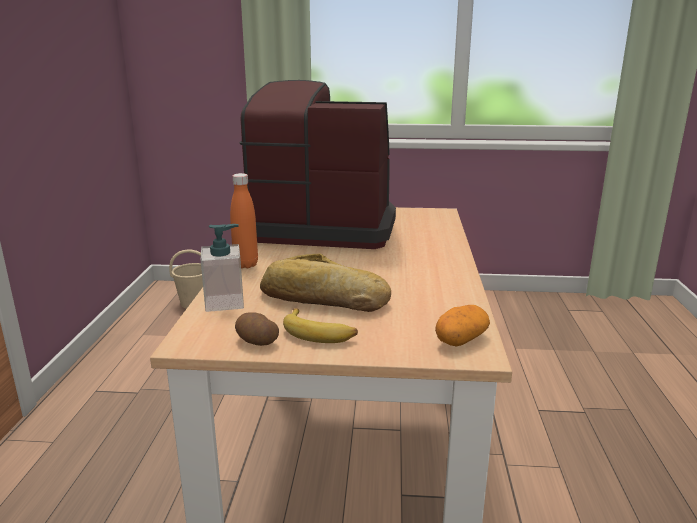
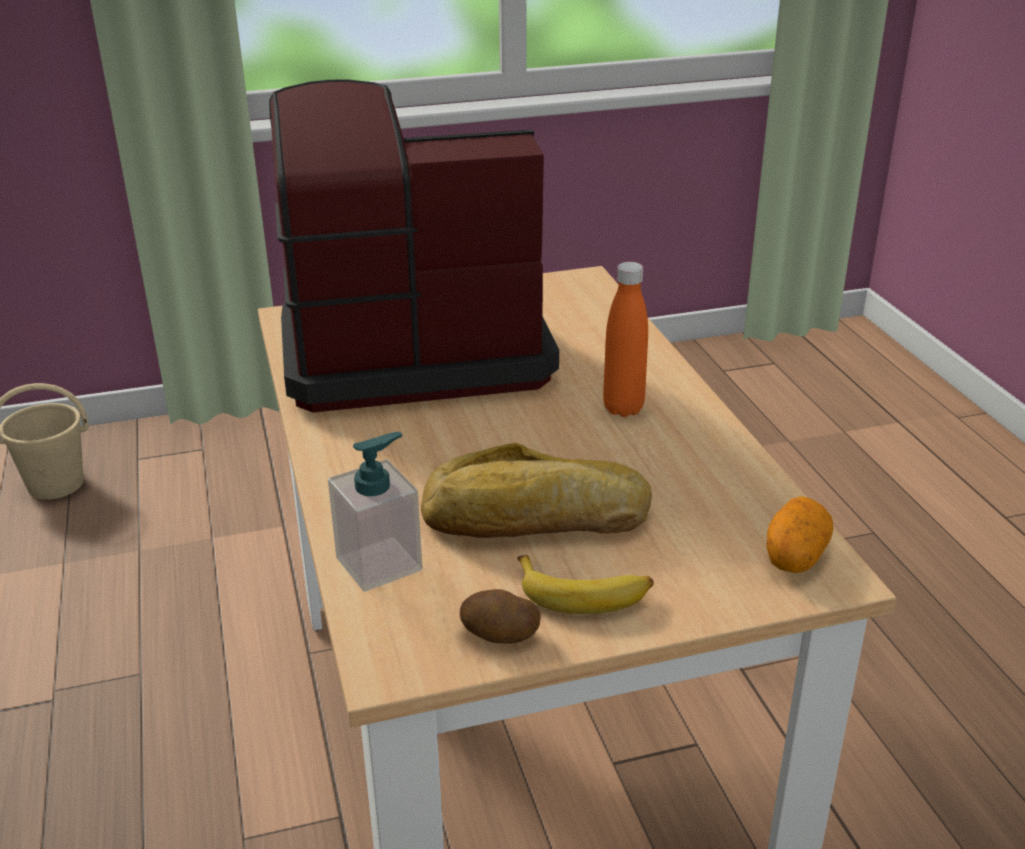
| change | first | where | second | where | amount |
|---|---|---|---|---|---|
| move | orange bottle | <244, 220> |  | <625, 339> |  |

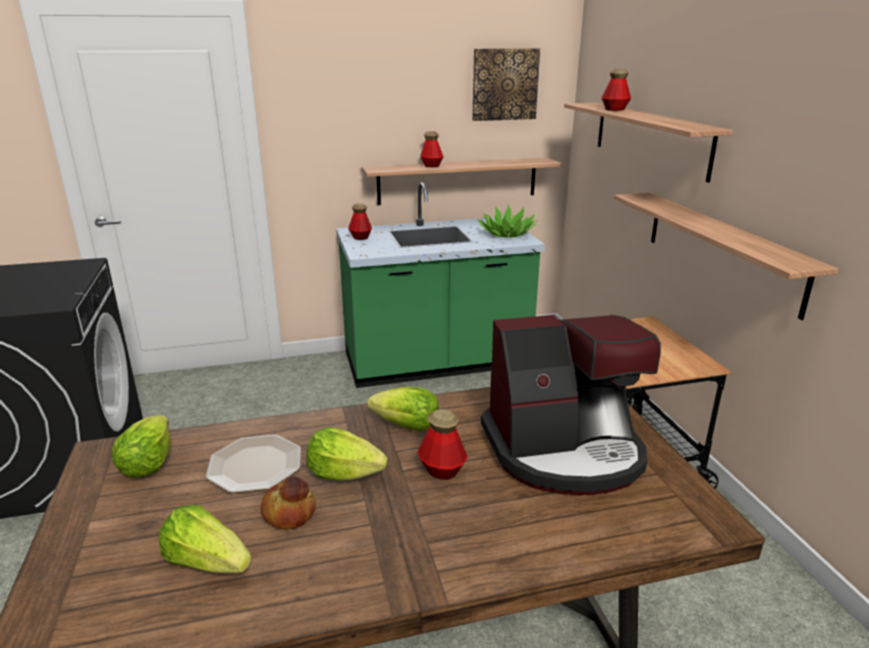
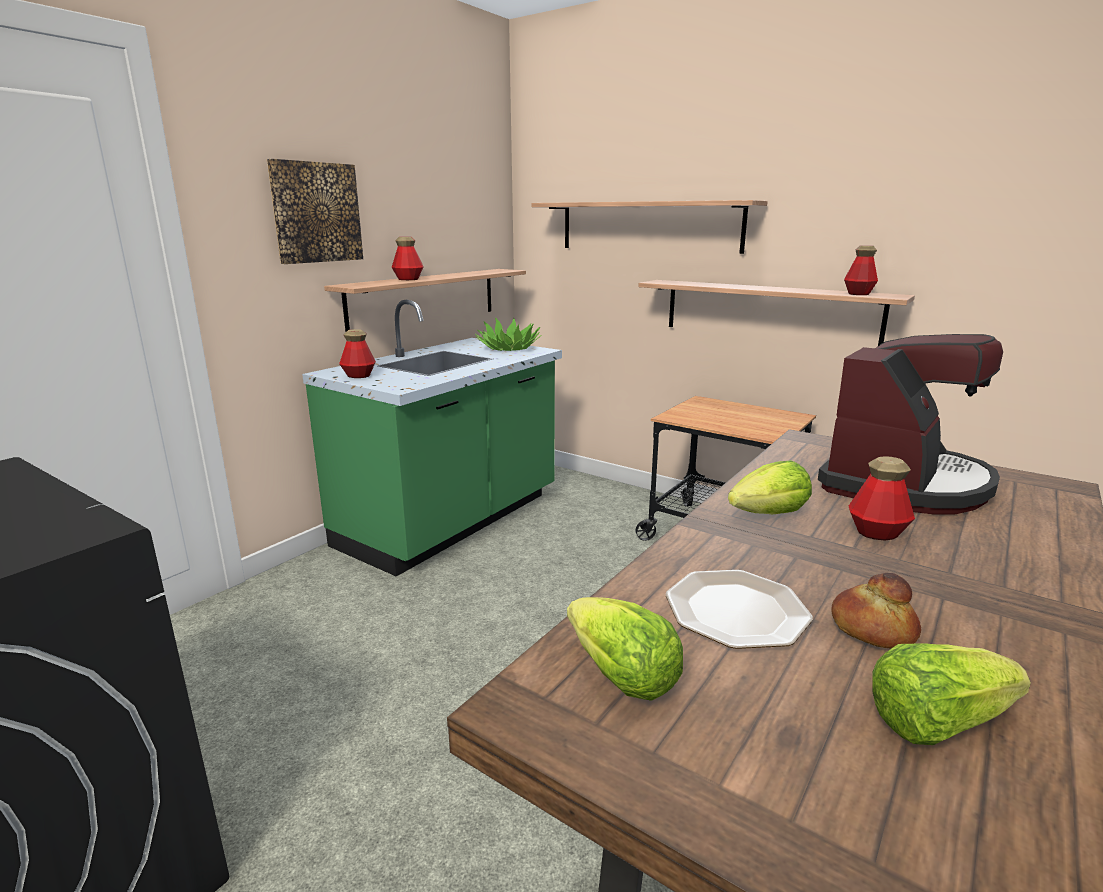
| change | first | where | second | where | amount |
|---|---|---|---|---|---|
| move | picture | <506, 84> |  | <315, 211> |  |
| move | bottle | <616, 90> |  | <861, 270> |  |
| delete | lettuce | <347, 454> |  |  |  |

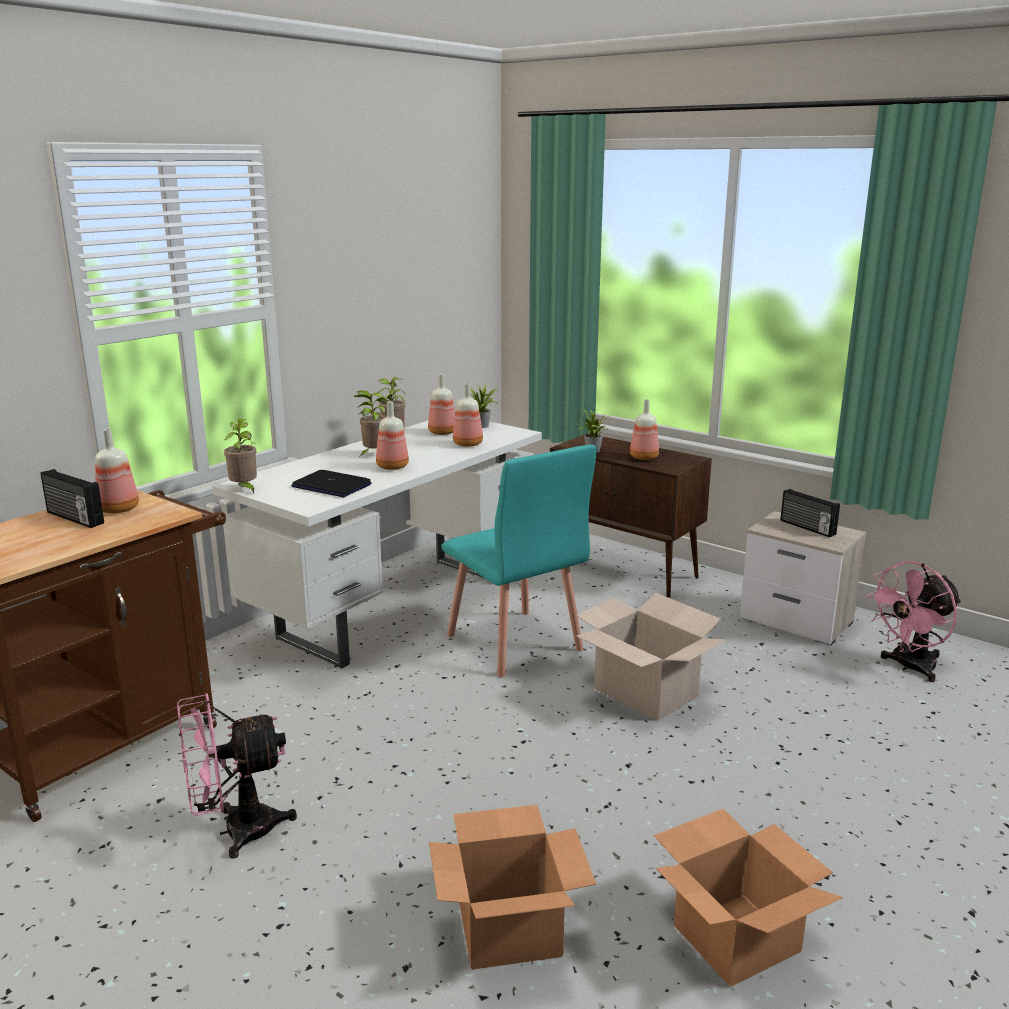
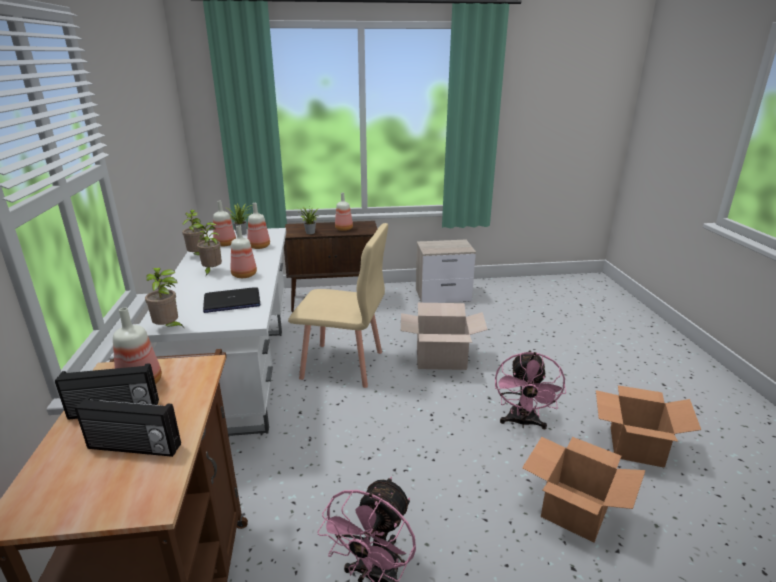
| change | first | where | second | where | amount |
|---|---|---|---|---|---|
| recolor | turquoise chair | <518, 561> | beige chair | <338, 305> |  |
| move | radio | <810, 513> |  | <128, 427> |  |
| move | pink fan | <914, 621> |  | <530, 389> |  |

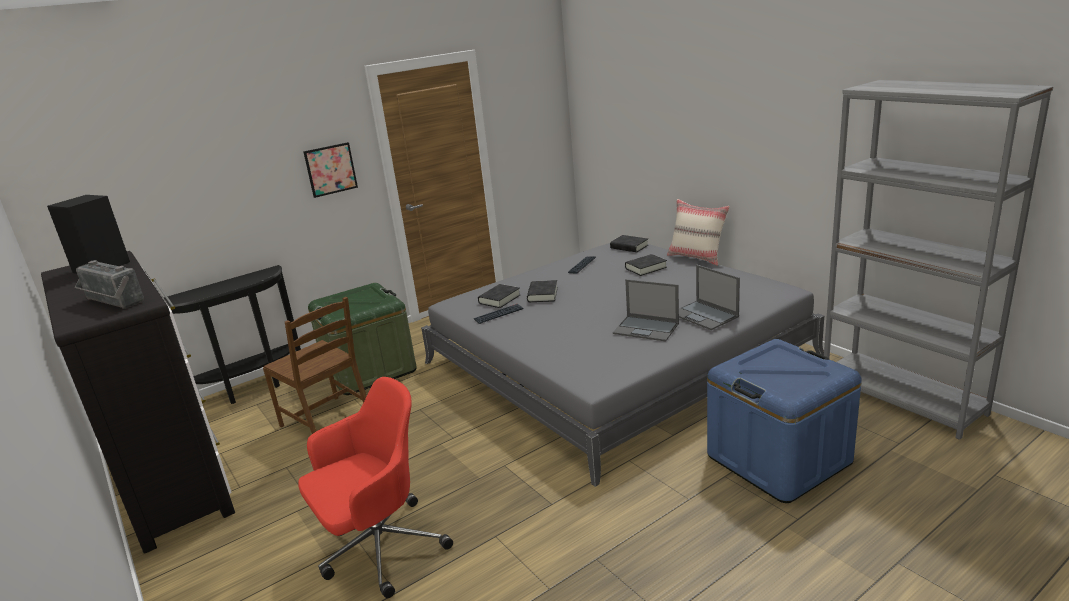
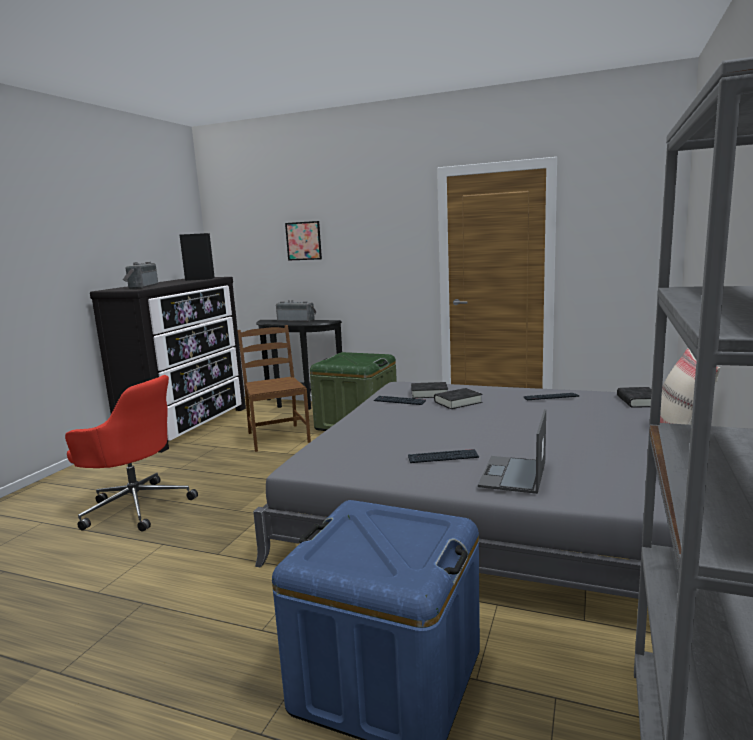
| change | first | where | second | where | amount |
|---|---|---|---|---|---|
| move | picture | <330, 170> |  | <303, 241> |  |
| delete | black book | <646, 265> |  |  |  |
| replace | laptop | <646, 310> | keyboard | <443, 456> |  |
| rotate | brown chair | <315, 365> |  | <274, 388> | 150 degrees clockwise |
| insert |  |  | radio | <296, 311> |  |

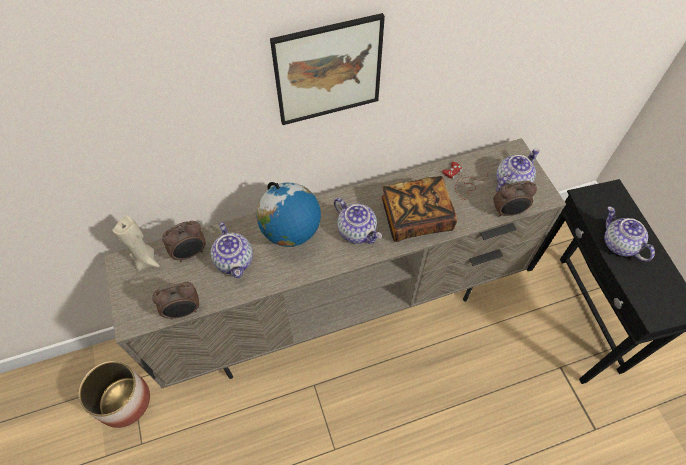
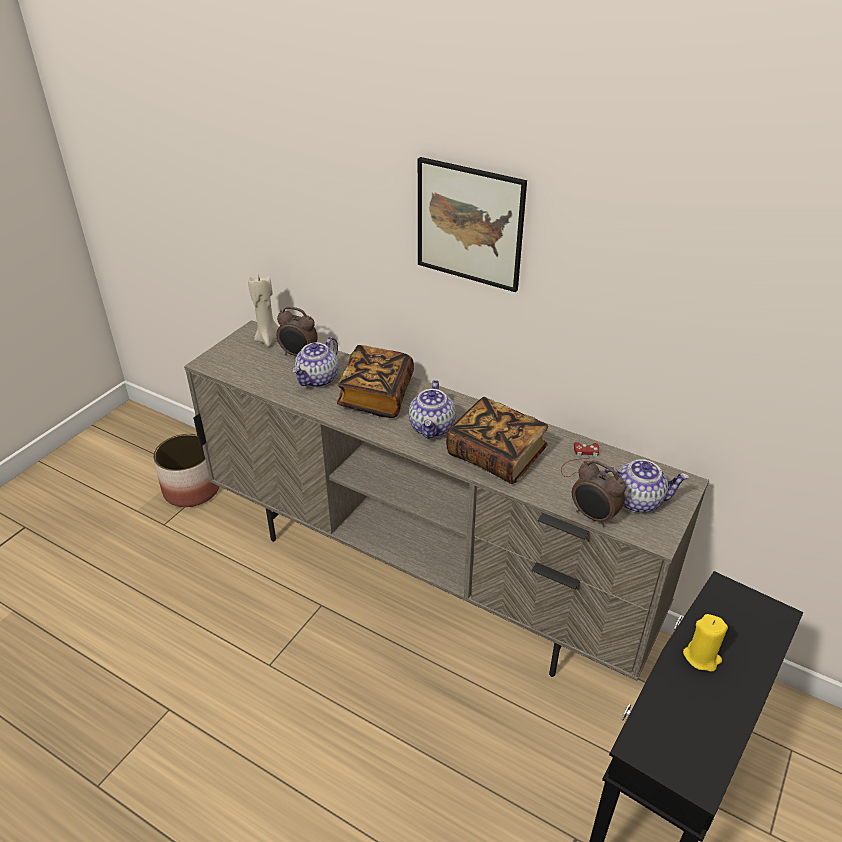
| change | first | where | second | where | amount |
|---|---|---|---|---|---|
| replace | globe | <288, 214> | book | <375, 381> |  |
| replace | teapot | <629, 234> | yellow candle | <705, 642> |  |
| delete | alarm clock | <175, 301> |  |  |  |

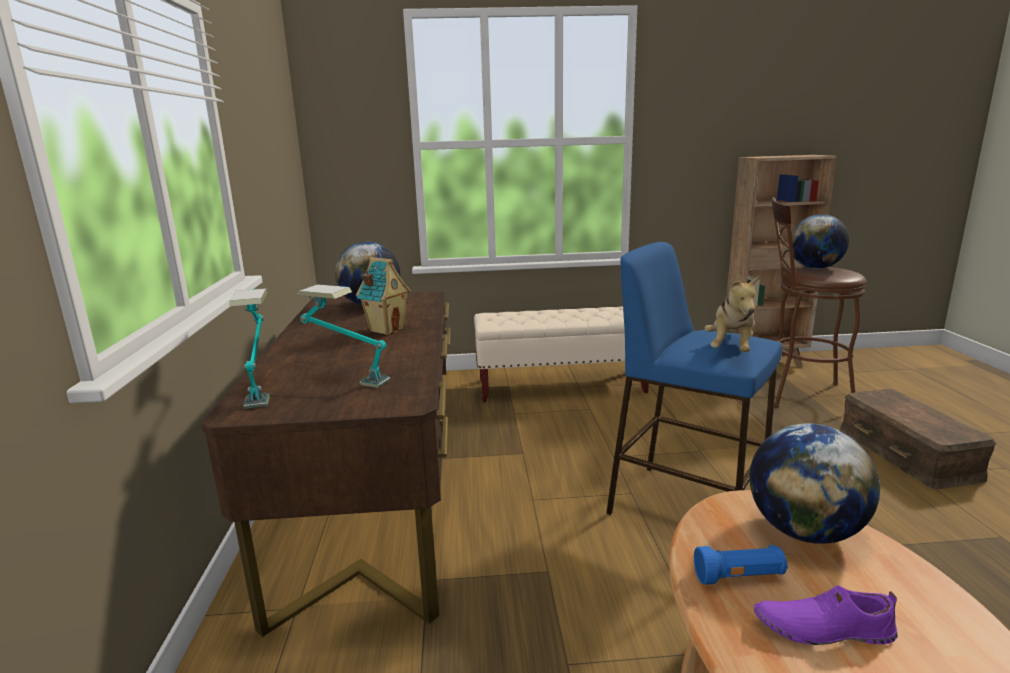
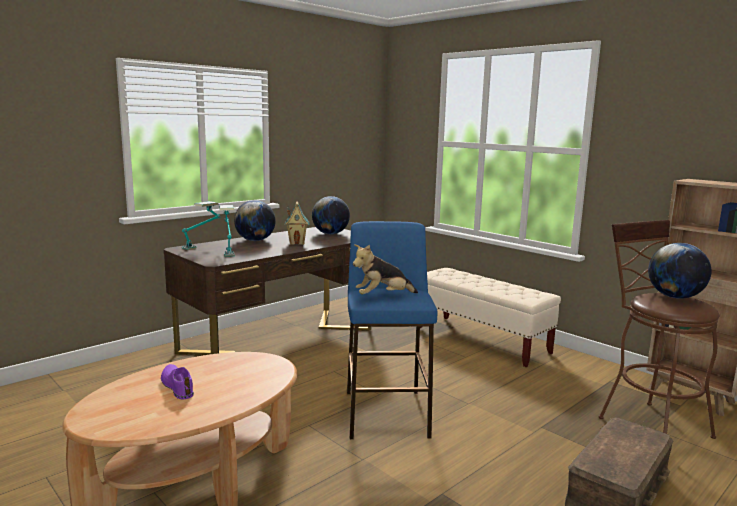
| change | first | where | second | where | amount |
|---|---|---|---|---|---|
| move | globe | <814, 483> |  | <255, 220> |  |
| delete | blue flashlight | <741, 565> |  |  |  |

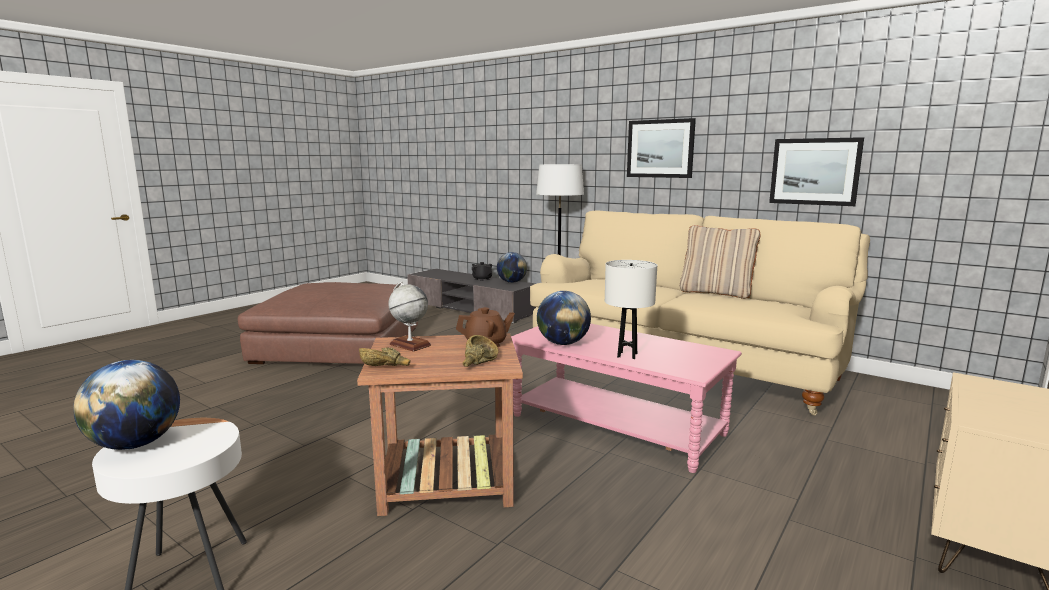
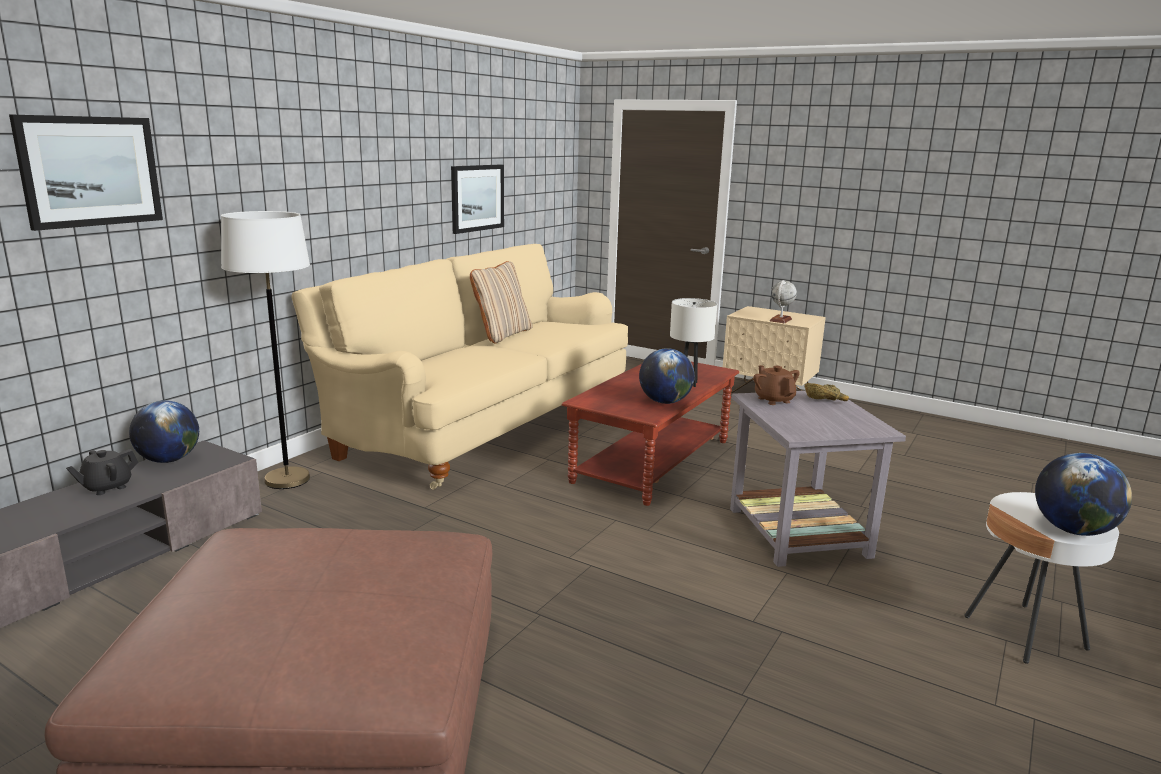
| change | first | where | second | where | amount |
|---|---|---|---|---|---|
| move | picture | <661, 148> |  | <86, 172> |  |
| move | globe | <409, 317> |  | <783, 302> |  |
| recolor | pink coffee table | <626, 398> | brown coffee table | <650, 434> |  |
| recolor | brown side table | <440, 424> | grey side table | <818, 479> |  |
| delete | brown bowl | <385, 356> |  |  |  |

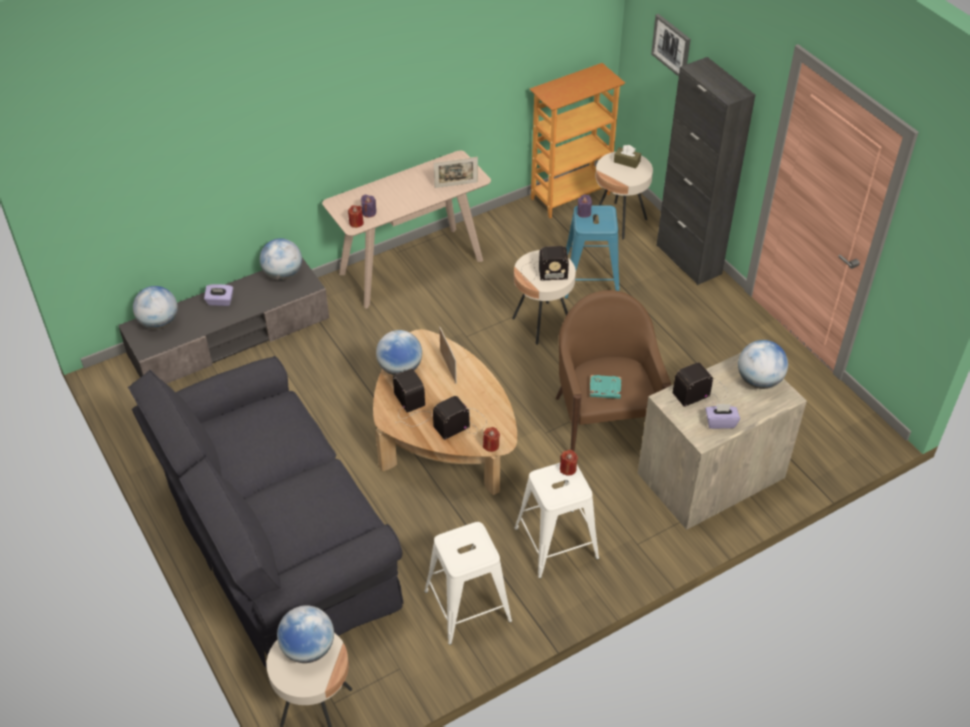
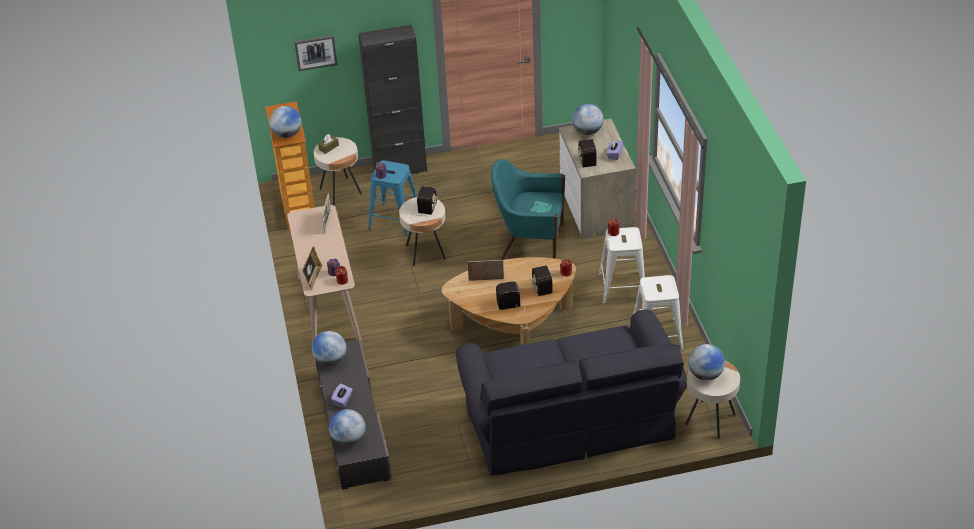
| change | first | where | second | where | amount |
|---|---|---|---|---|---|
| recolor | brown armchair | <613, 371> | turquoise armchair | <528, 209> |  |
| move | globe | <399, 352> |  | <285, 122> |  |
| insert |  |  | picture frame | <312, 267> |  |

